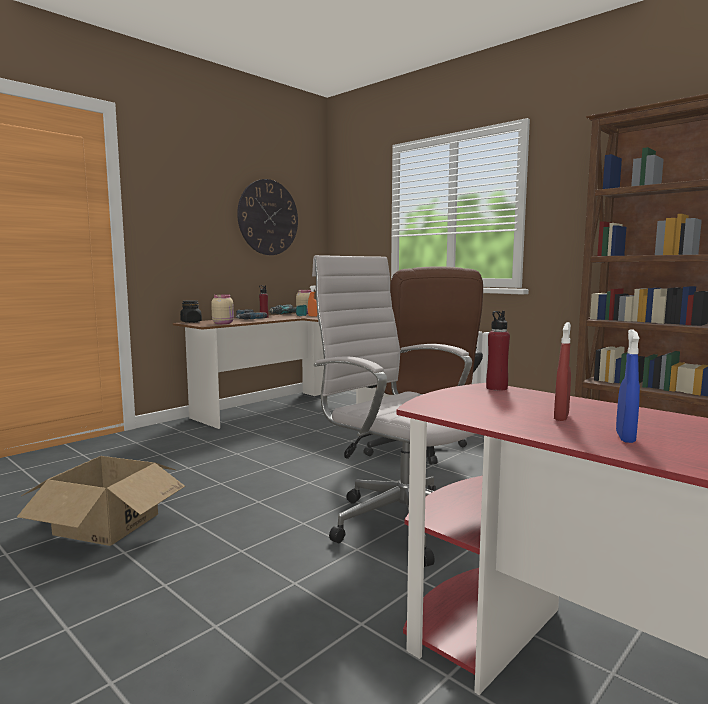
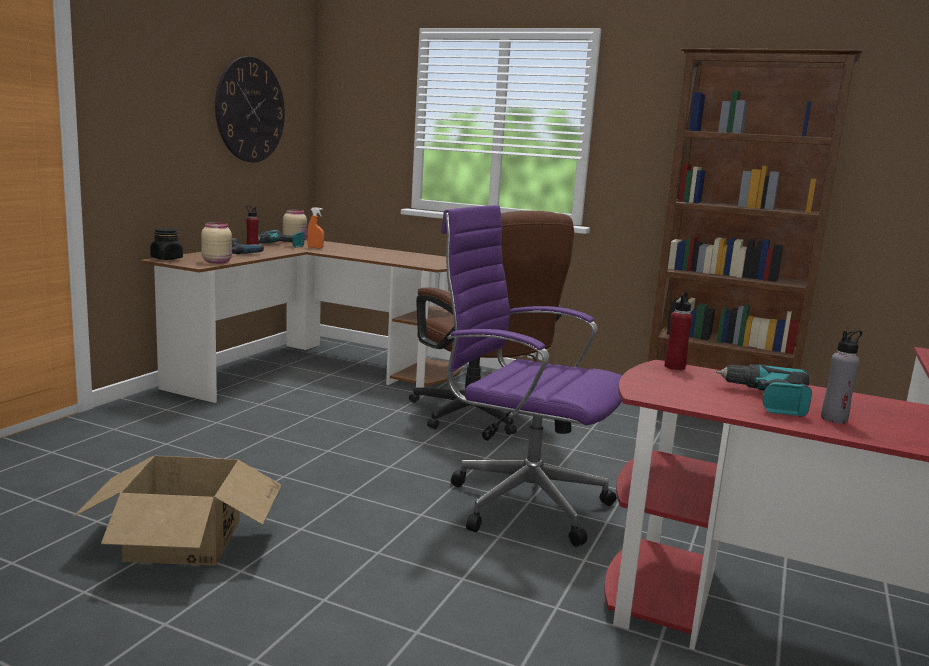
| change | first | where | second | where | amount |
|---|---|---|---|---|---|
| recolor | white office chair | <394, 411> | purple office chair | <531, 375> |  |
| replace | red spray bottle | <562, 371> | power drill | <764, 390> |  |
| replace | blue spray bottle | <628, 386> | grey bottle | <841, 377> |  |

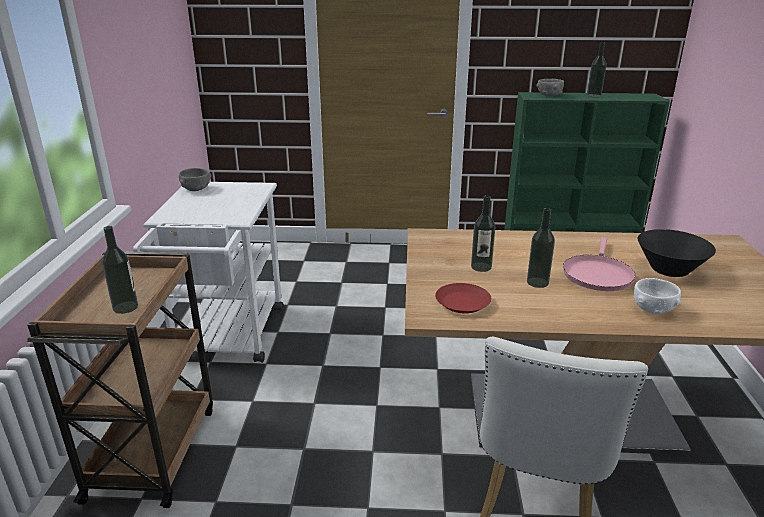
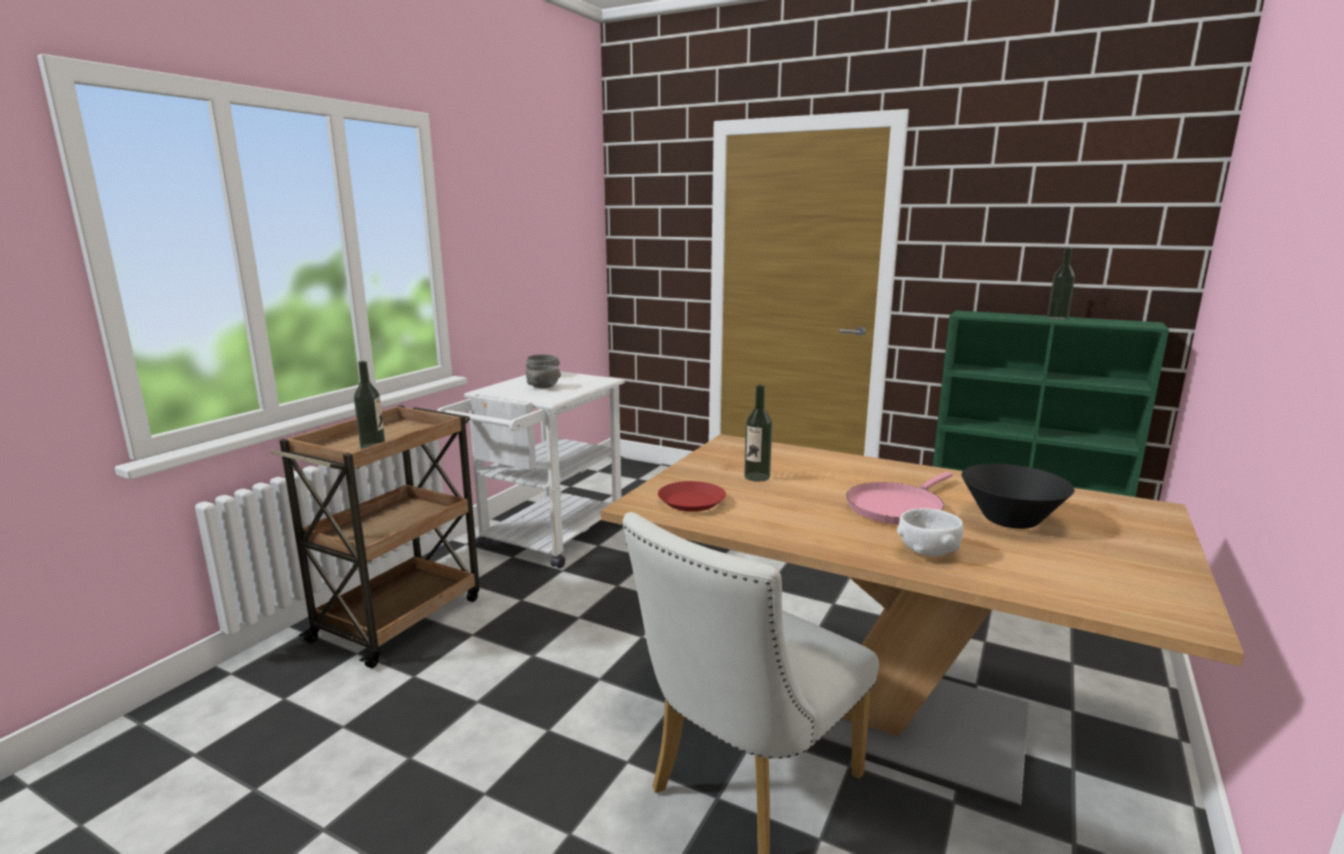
| change | first | where | second | where | amount |
|---|---|---|---|---|---|
| move | grey bowl | <550, 87> |  | <543, 376> |  |
| delete | bottle | <541, 248> |  |  |  |

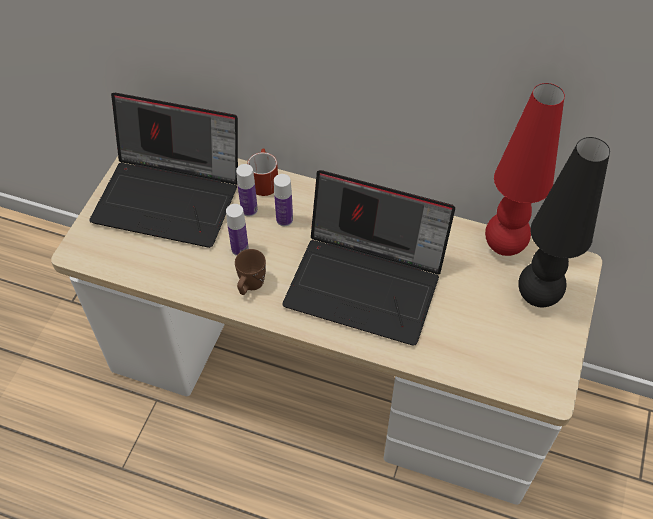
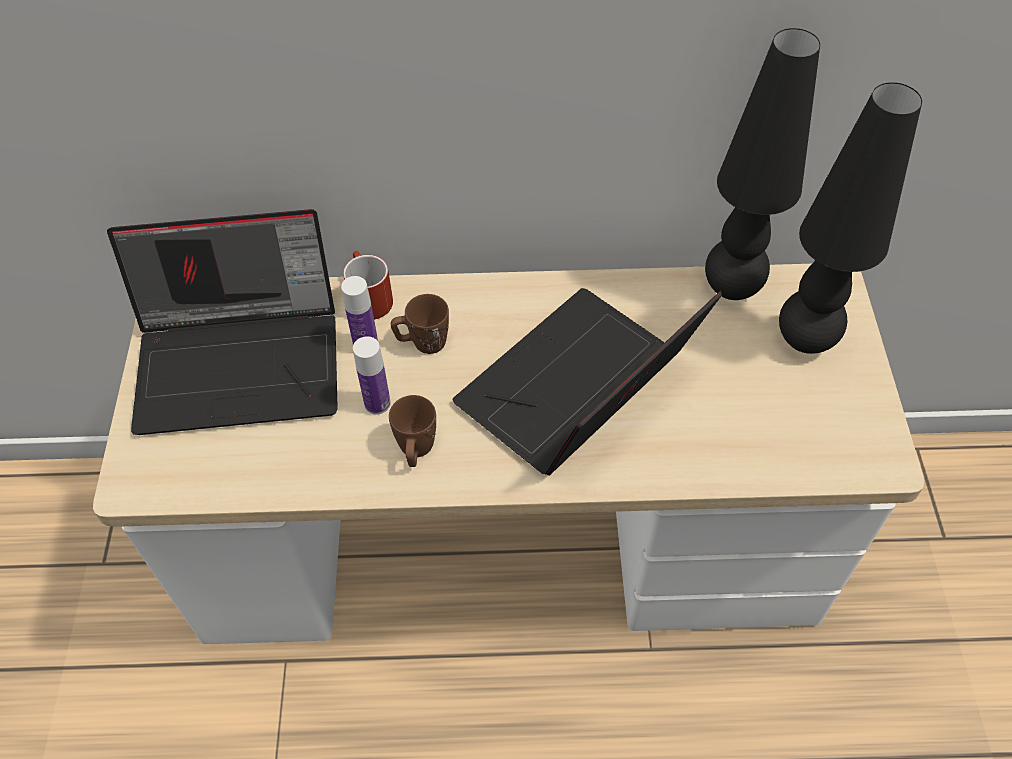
| change | first | where | second | where | amount |
|---|---|---|---|---|---|
| recolor | red table lamp | <525, 169> | black table lamp | <762, 164> |  |
| rotate | laptop | <369, 258> |  | <587, 382> | 135 degrees clockwise |
| replace | bottle | <283, 200> | brown mug | <420, 324> |  |

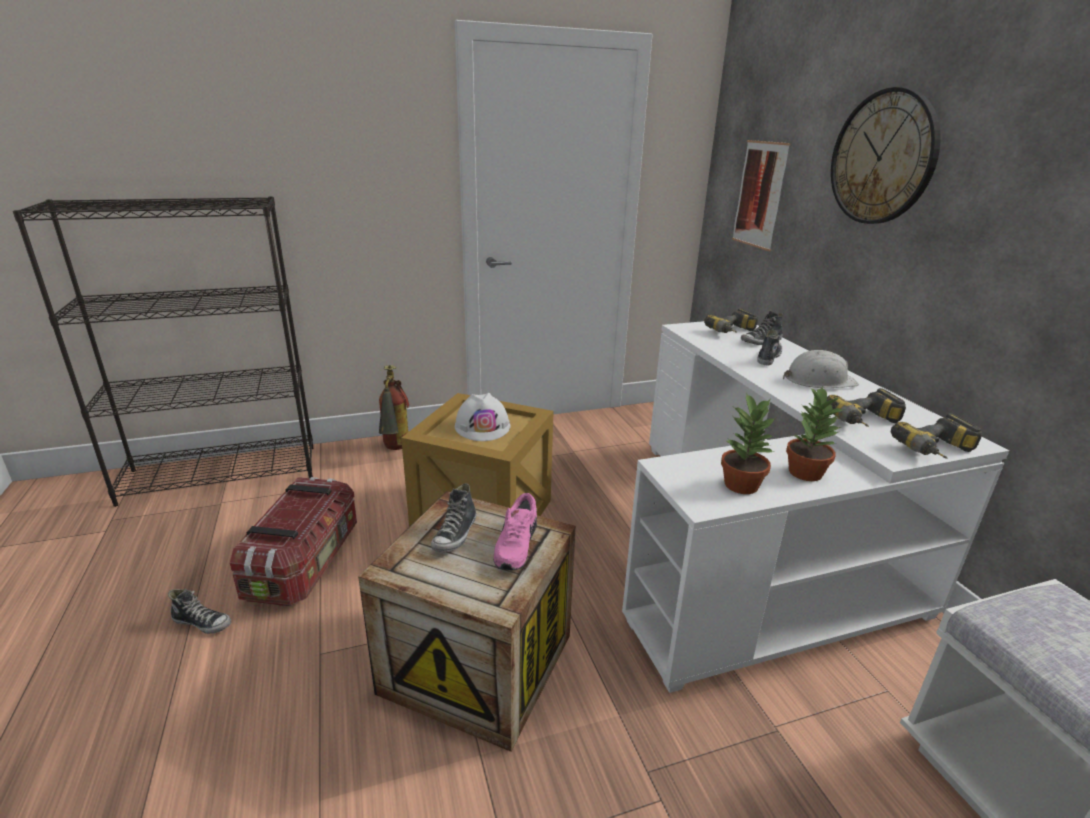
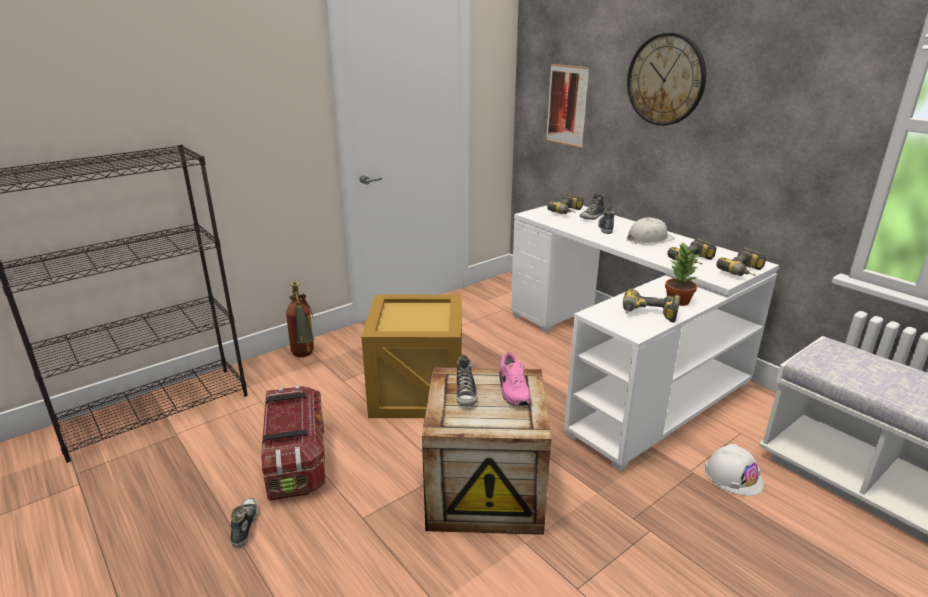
| change | first | where | second | where | amount |
|---|---|---|---|---|---|
| replace | potted plant | <748, 443> | power drill | <652, 306> |  |
| move | white hard hat | <482, 417> |  | <734, 470> |  |
| rotate | shoe | <200, 611> |  | <244, 523> | 90 degrees counterclockwise |

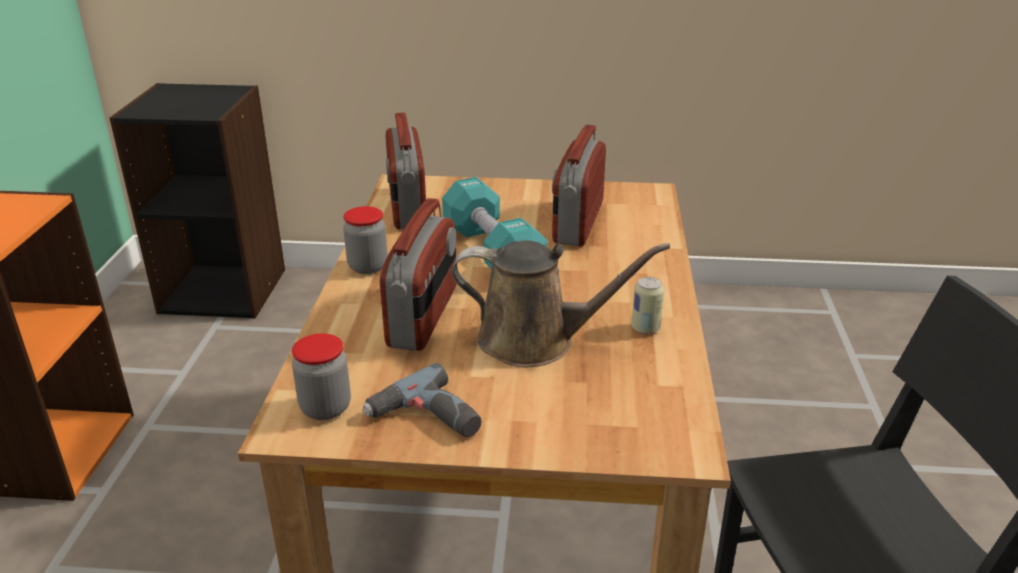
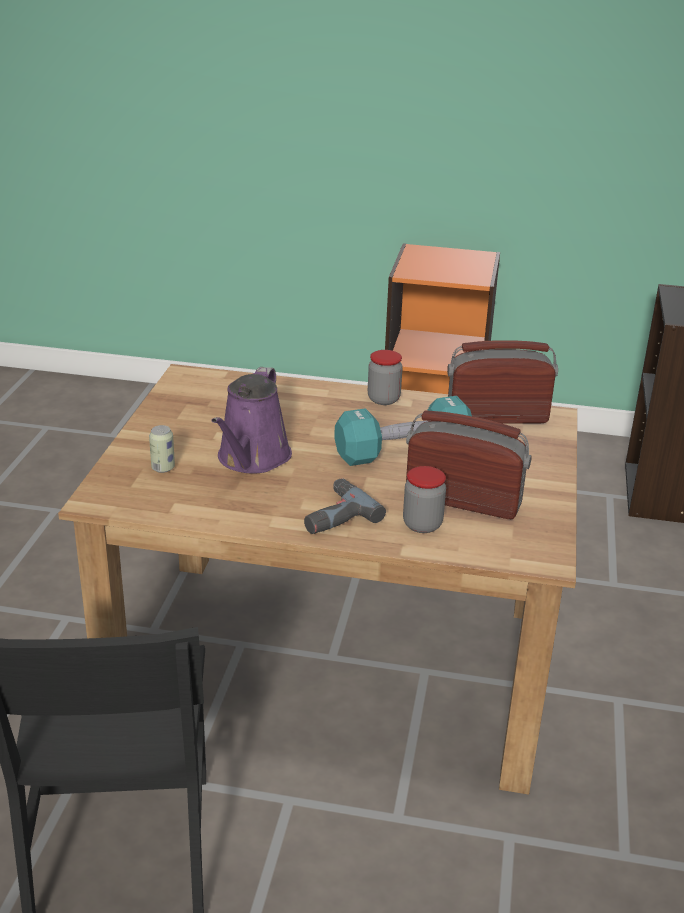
| change | first | where | second | where | amount |
|---|---|---|---|---|---|
| delete | radio | <418, 274> |  |  |  |
| recolor | brown watering can | <560, 304> | purple watering can | <251, 420> |  |
| move | can | <648, 305> |  | <162, 449> |  |
| move | jar | <321, 376> |  | <424, 499> |  |
| move | power drill | <421, 400> |  | <345, 506> |  |

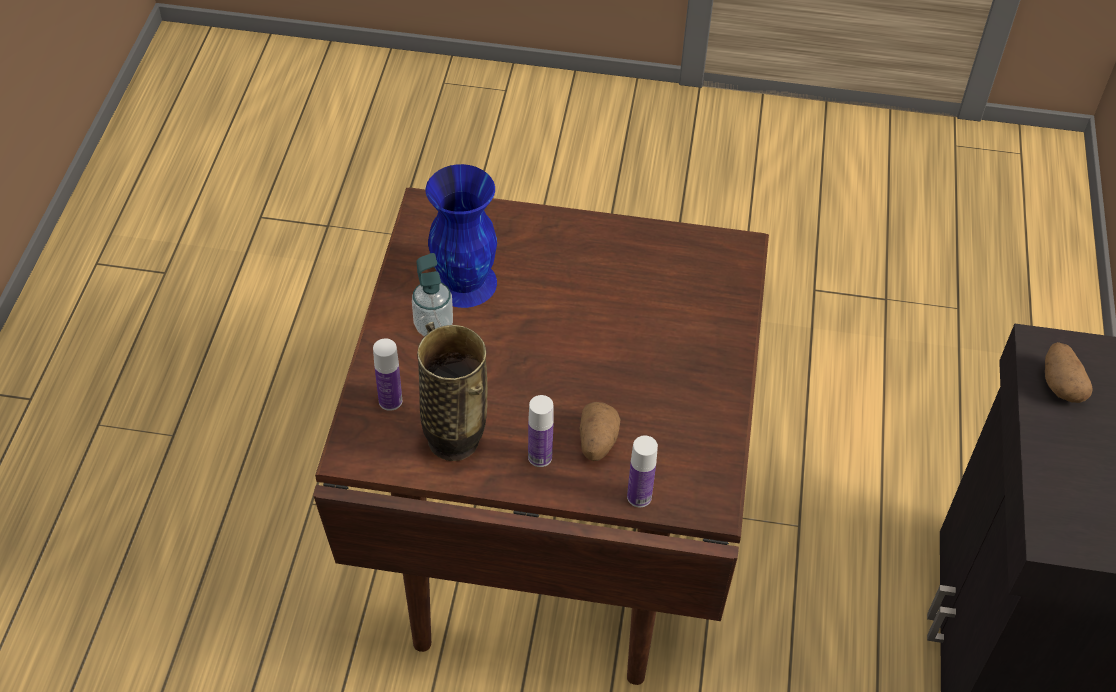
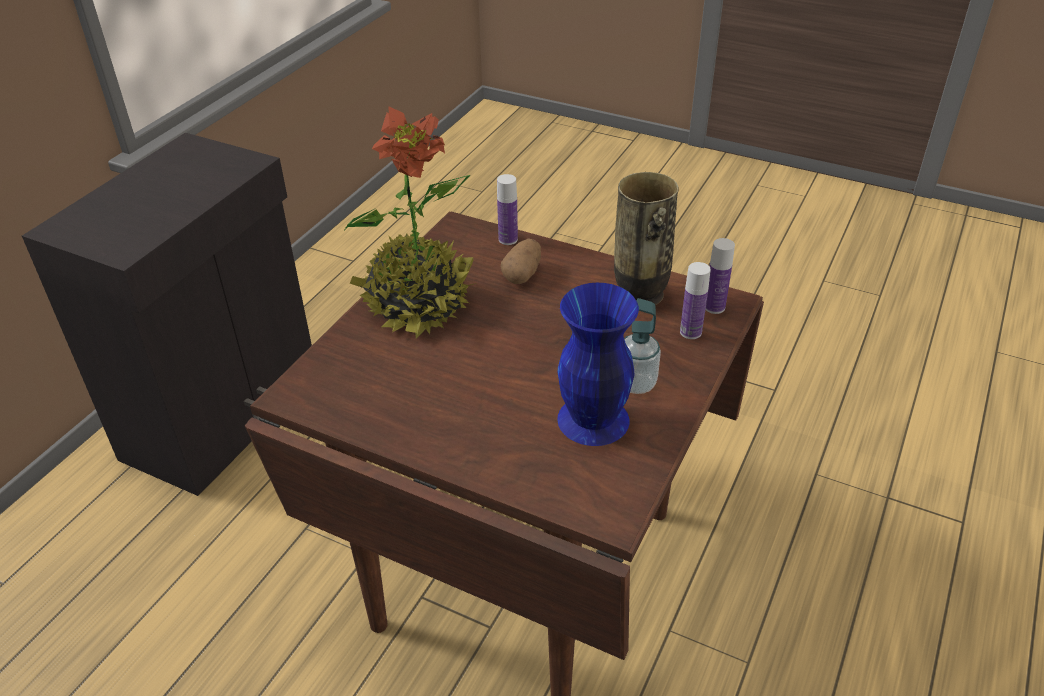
| change | first | where | second | where | amount |
|---|---|---|---|---|---|
| delete | potato | <1069, 372> |  |  |  |
| move | bottle | <541, 431> |  | <720, 276> |  |
| insert |  |  | potted plant | <410, 222> |  |

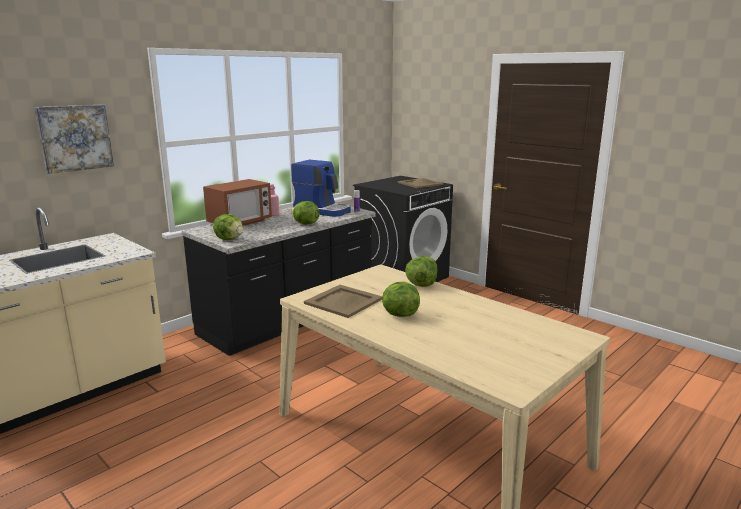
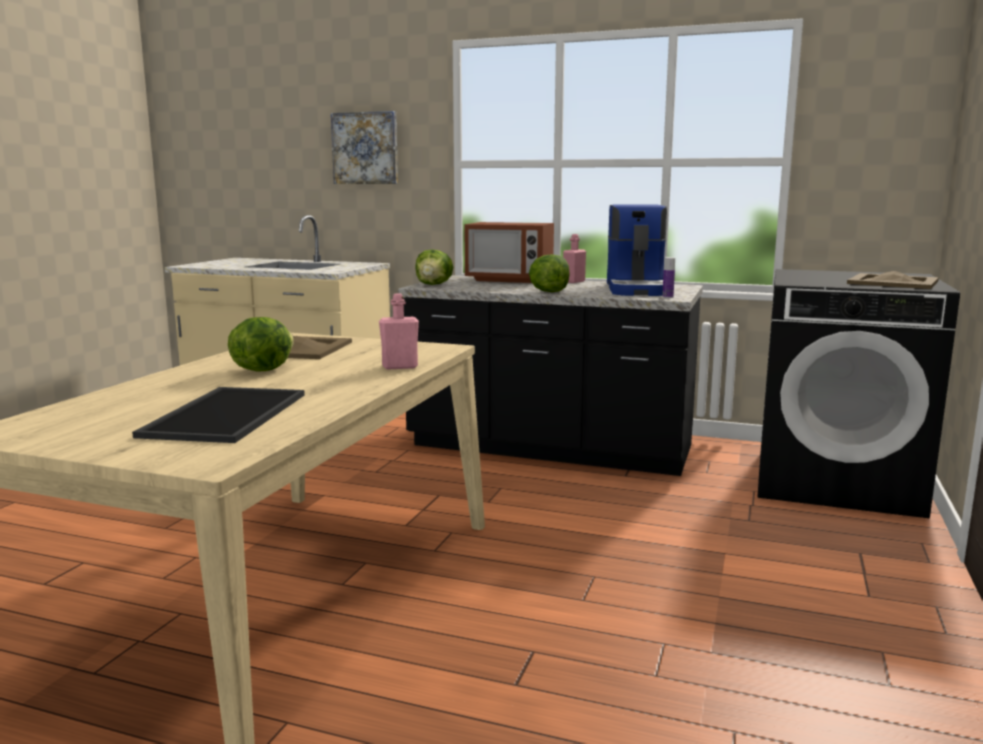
| change | first | where | second | where | amount |
|---|---|---|---|---|---|
| replace | lettuce | <421, 271> | pink bottle | <399, 331> |  |
| insert |  |  | tray | <218, 415> |  |

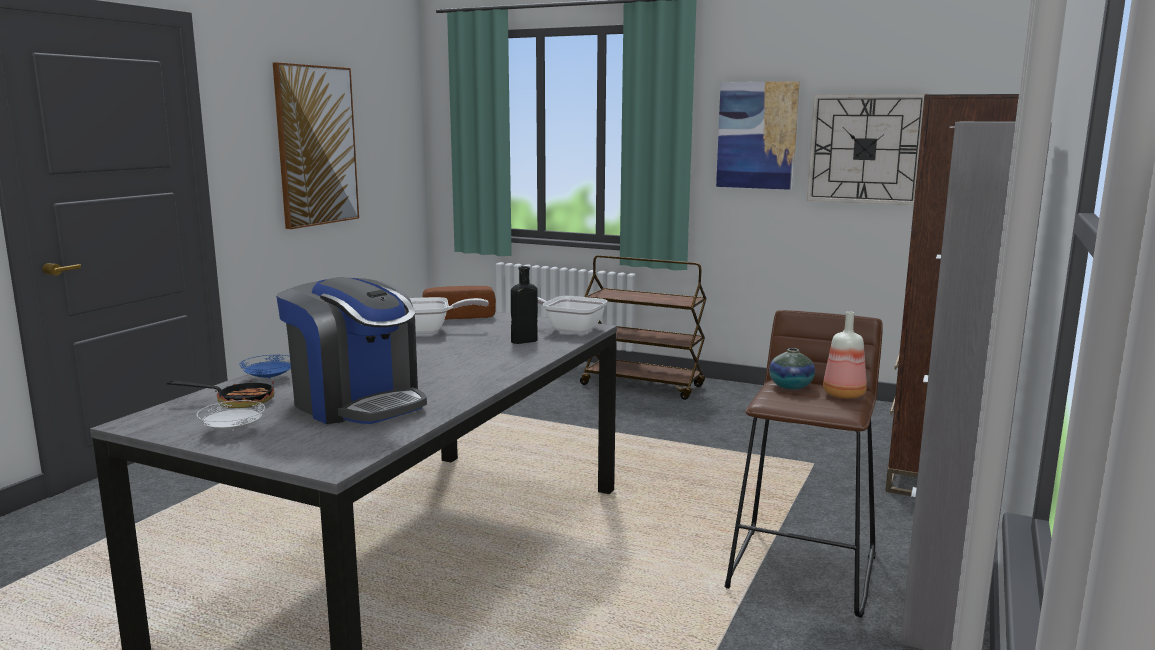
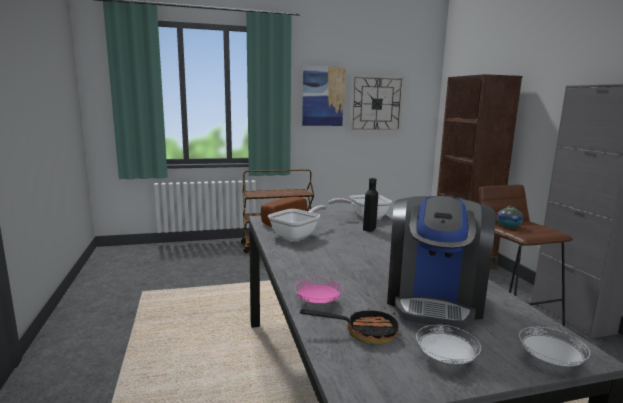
| change | first | where | second | where | amount |
|---|---|---|---|---|---|
| delete | picture | <316, 145> |  |  |  |
| rotate | coffee machine | <351, 350> |  | <441, 263> | 105 degrees clockwise |
| delete | bottle | <844, 355> |  |  |  |
| recolor | blue plate | <265, 367> | pink plate | <318, 291> |  |
| rotate | frying pan | <220, 393> |  | <349, 325> | 45 degrees clockwise |
| insert |  |  | white plate | <554, 346> |  |

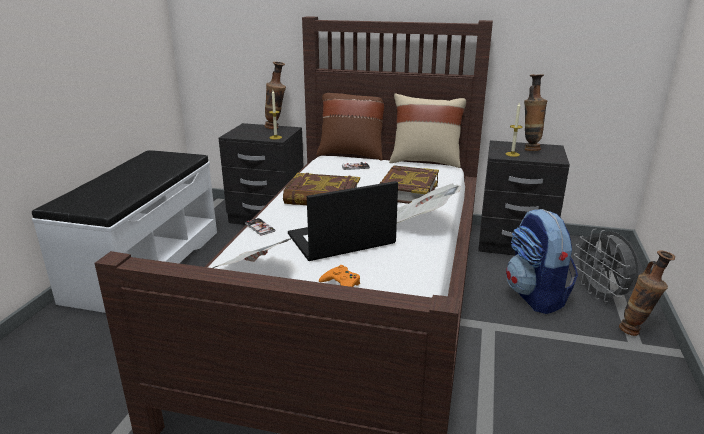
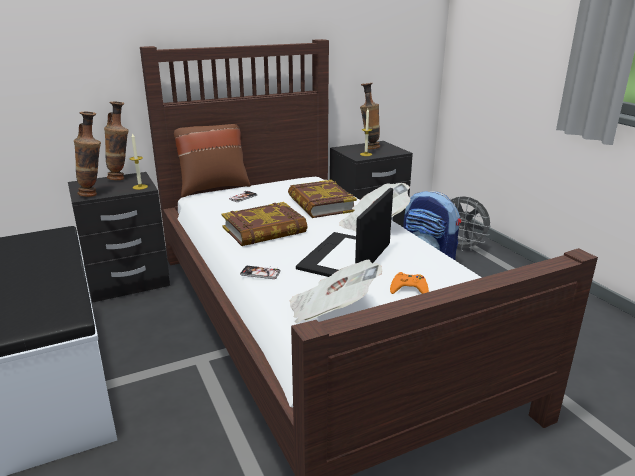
| change | first | where | second | where | amount |
|---|---|---|---|---|---|
| delete | beige pillow | <427, 131> |  |  |  |
| move | vase | <647, 293> |  | <87, 154> |  |

